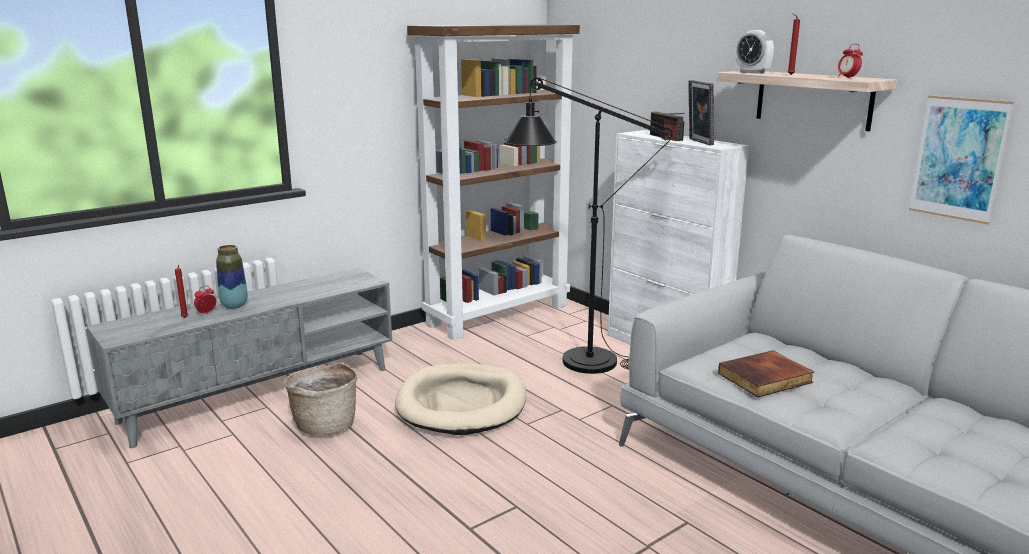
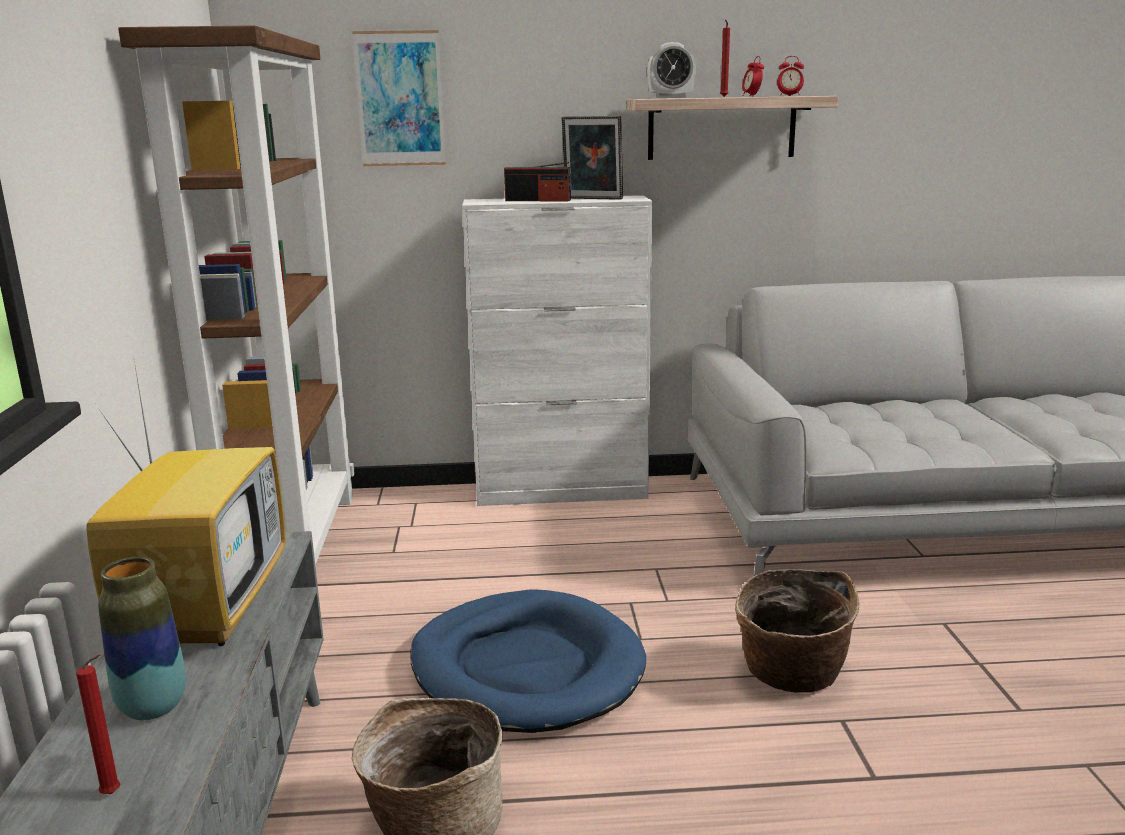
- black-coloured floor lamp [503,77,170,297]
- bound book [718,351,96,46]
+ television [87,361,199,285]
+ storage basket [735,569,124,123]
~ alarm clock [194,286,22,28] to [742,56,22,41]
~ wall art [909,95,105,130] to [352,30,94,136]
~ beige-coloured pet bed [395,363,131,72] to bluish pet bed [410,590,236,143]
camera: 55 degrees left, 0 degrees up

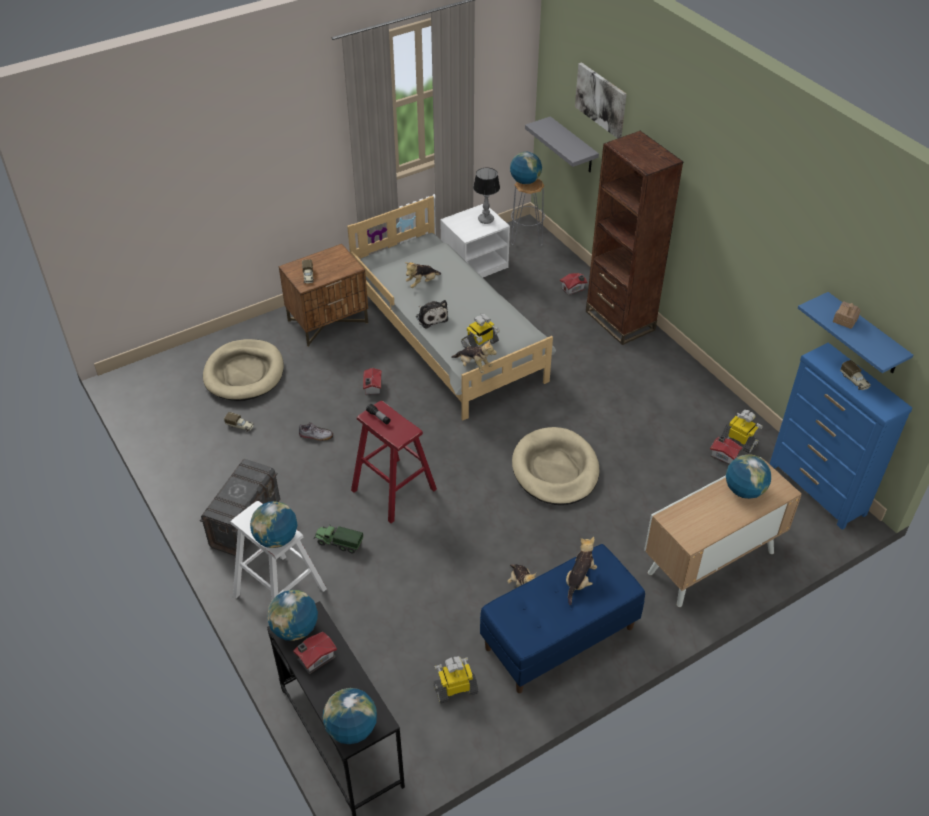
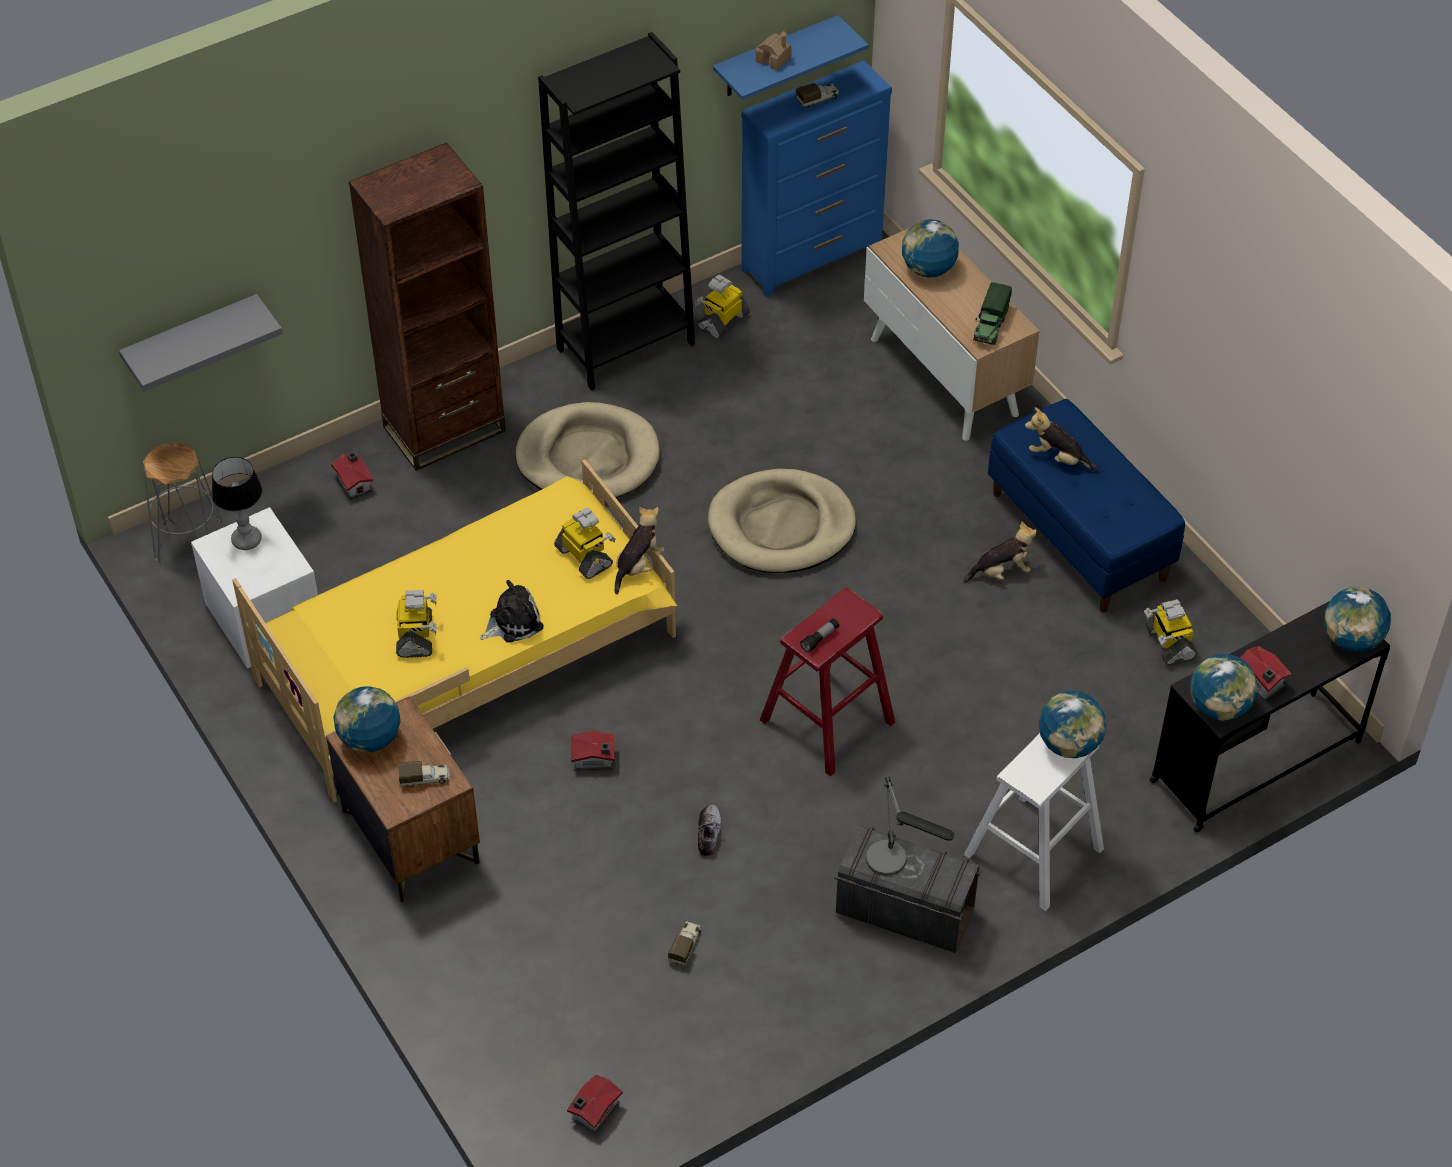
- wall art [575,63,52,76]
+ black-coloured bookcase [538,32,157,359]
+ lamp for a table [866,777,88,99]
~ beige-coloured pet bed [203,339,81,62] to [515,402,145,99]
~ model truck [314,524,49,30] to [973,282,39,63]
~ desk globe [510,152,32,32] to [333,686,68,66]
~ toy house [710,435,33,30] to [567,1075,56,59]
~ plush toy [405,262,36,26] to robot figure [396,590,41,68]
~ grey sleeping bed [347,196,209,224] to yellow-coloured sleeping bed [232,460,445,343]
camera: 90 degrees left, 5 degrees up

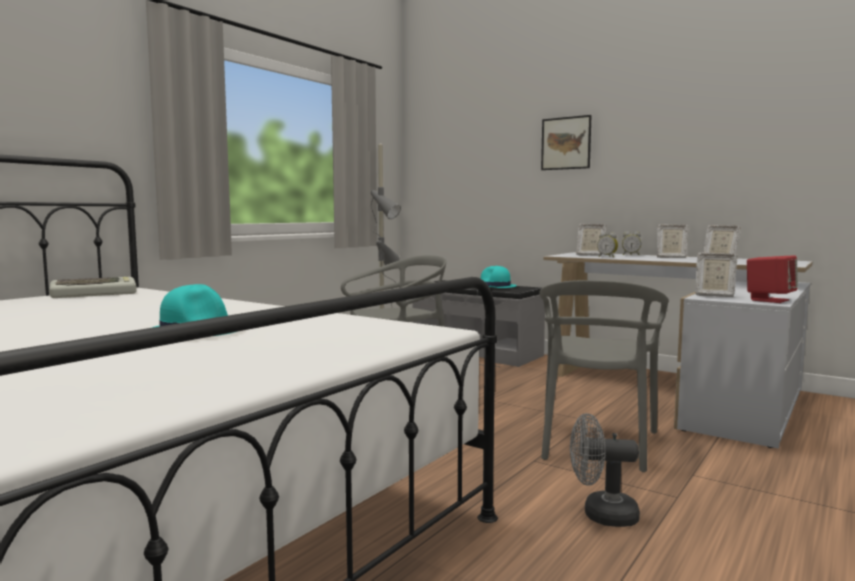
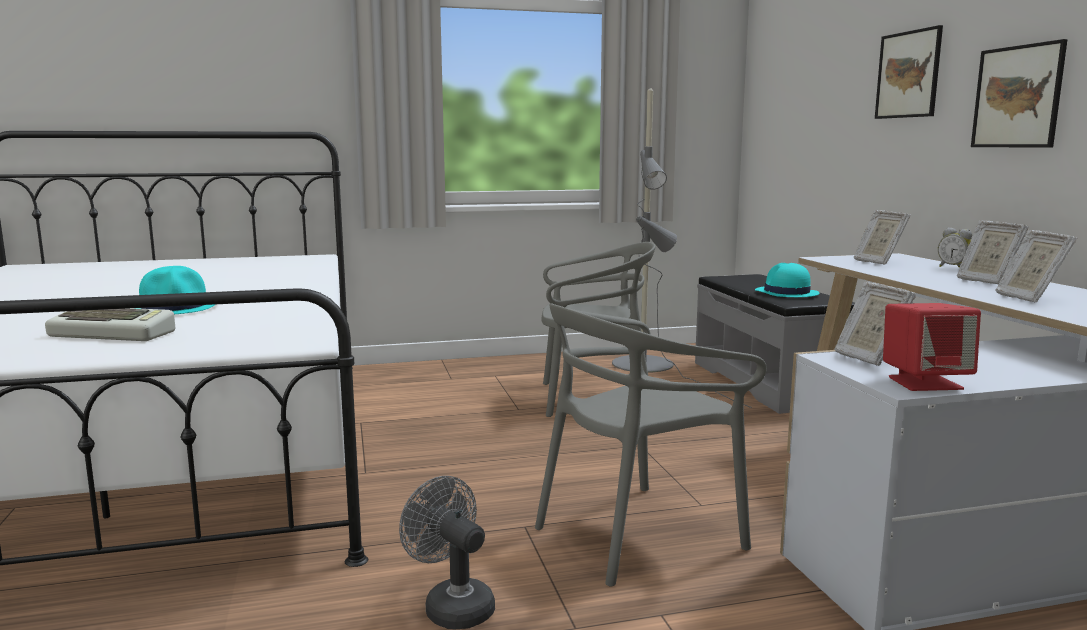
- alarm clock [597,232,21,26]
+ wall art [971,39,97,108]
~ keyboard [49,277,88,21] to [45,308,130,33]
camera: 40 degrees right, 5 degrees up

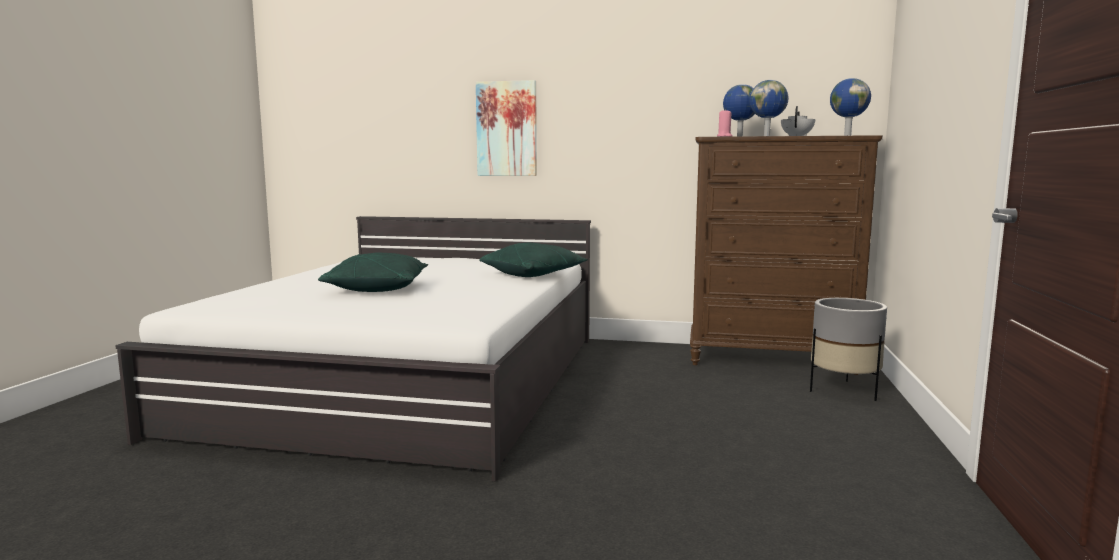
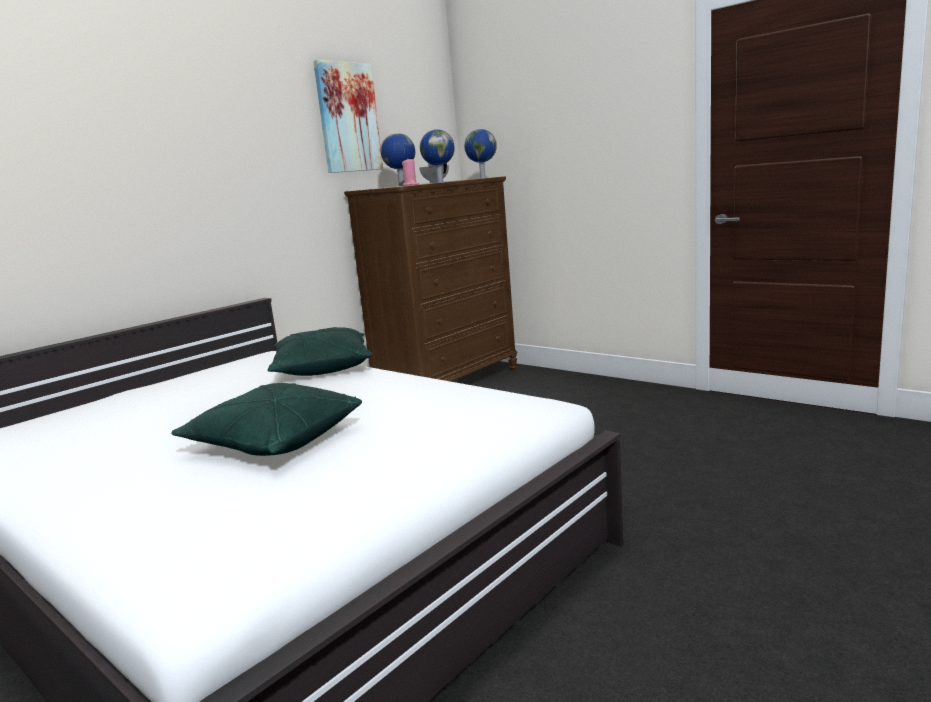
- grey planter [810,298,77,103]
~ wall art [476,80,61,96] to [313,60,70,113]
camera: 60 degrees left, 5 degrees up

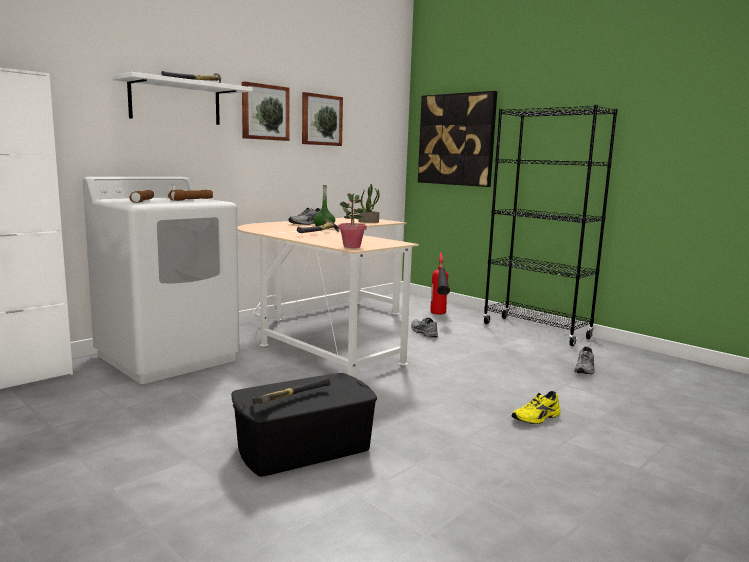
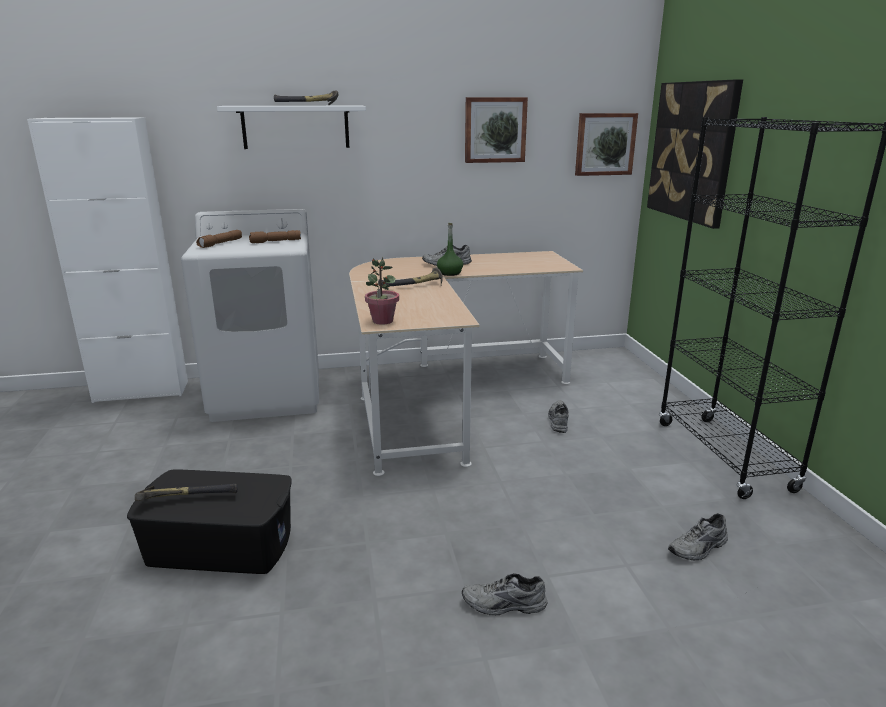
- houseplant [359,184,21,39]
- fire-fighting cylinder [430,253,20,62]
~ wall art [242,81,48,60] to [575,113,63,63]
~ yellow-coloured item of footwear [512,391,49,33] to grey item of footwear [462,573,86,42]
camera: 35 degrees right, 10 degrees up

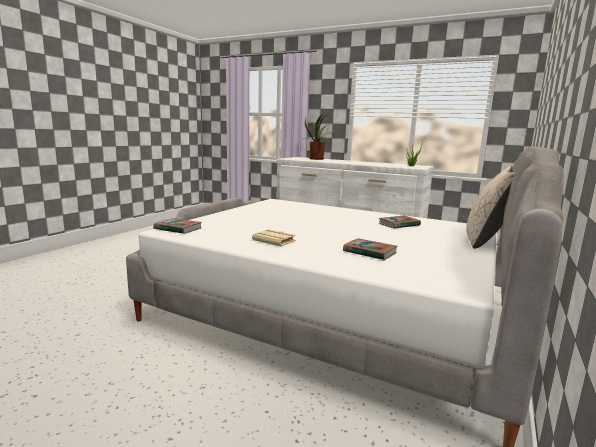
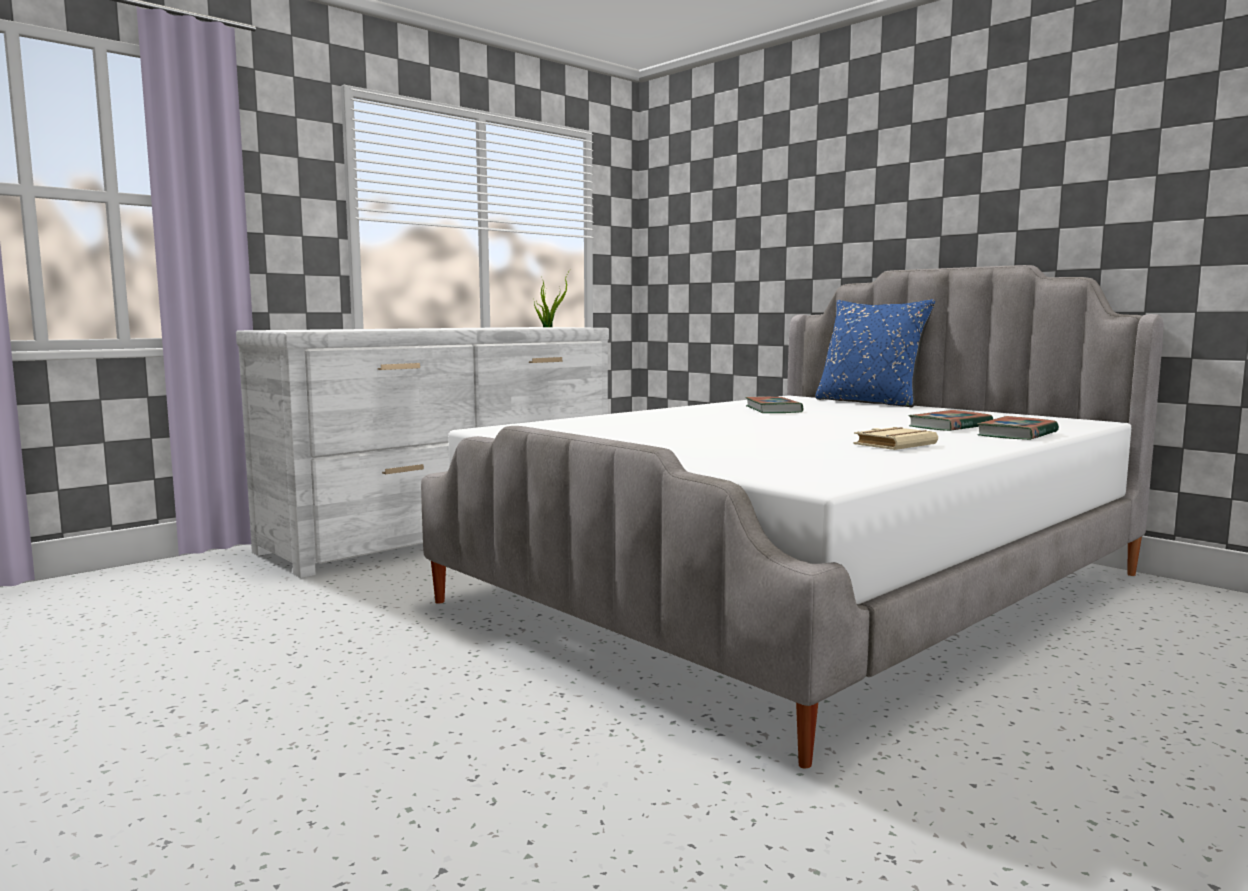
- houseplant [305,114,30,46]
~ bound book [153,218,49,16] to [977,416,82,24]
~ beige-coloured throw pillow [466,166,49,83] to bluish throw pillow [815,299,120,108]
camera: 70 degrees left, 5 degrees down

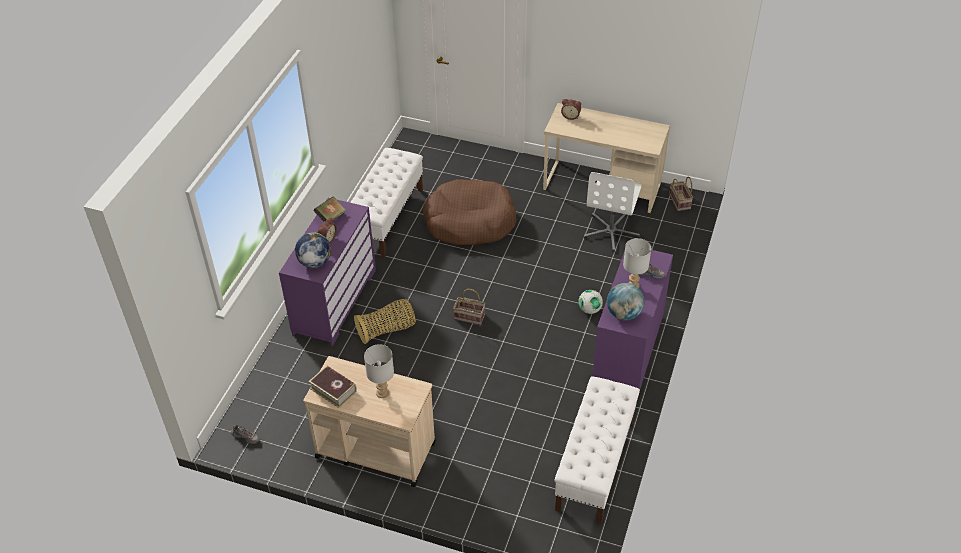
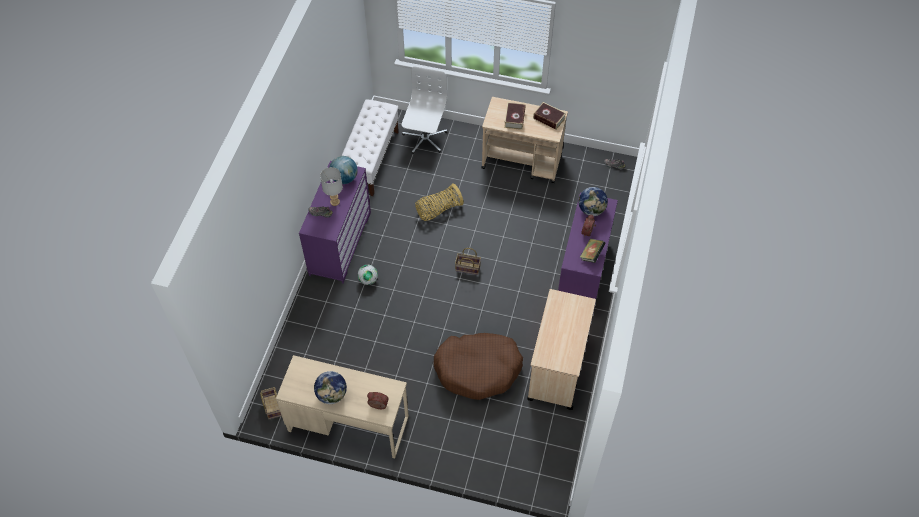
+ desk globe [314,371,33,33]
~ storage basket [354,299,62,45] to [415,183,49,38]
~ white desk chair [584,172,58,80] to [402,66,46,88]
~ white bench [350,148,73,110] to beige-coloured cart [527,289,69,121]
~ grey lamp for a table [364,344,30,54] to bound book [504,102,22,28]
camera: 175 degrees right, 10 degrees up

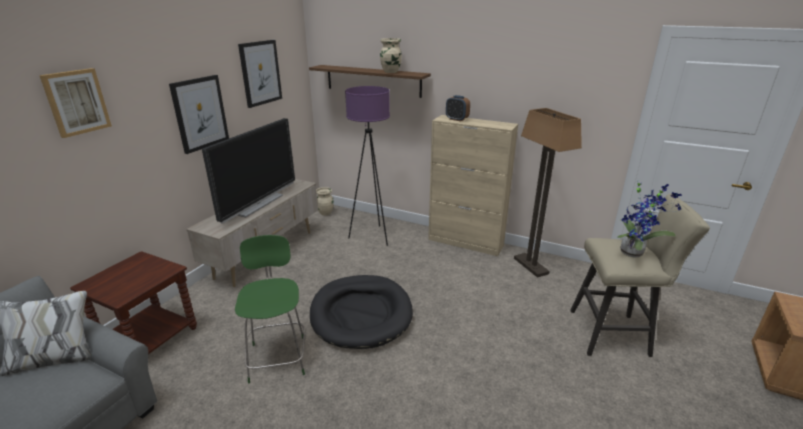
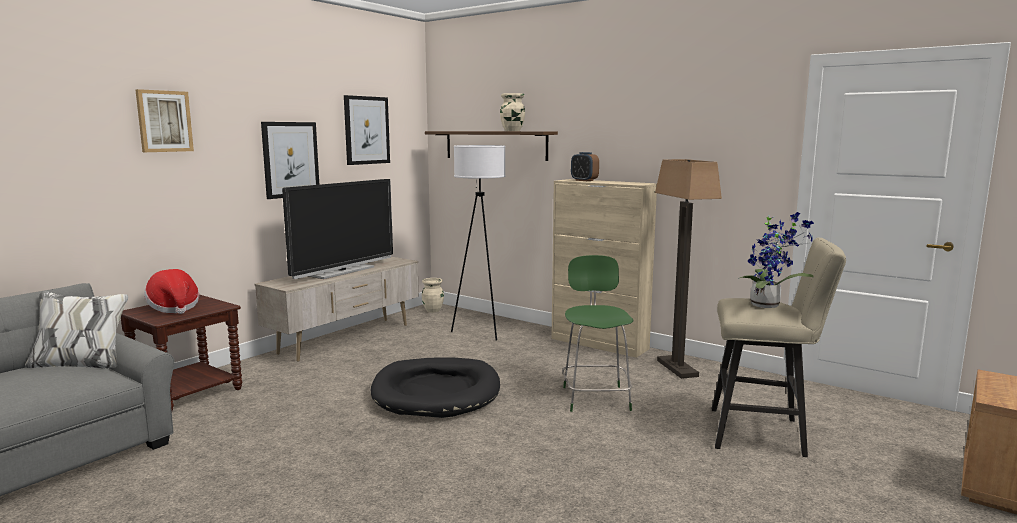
+ wearable hat [144,269,55,45]
~ green-coloured stool [235,235,70,149] to [562,255,72,157]
~ purple-coloured floor lamp [345,86,45,160] to white floor lamp [451,145,54,196]
camera: 10 degrees right, 15 degrees down

